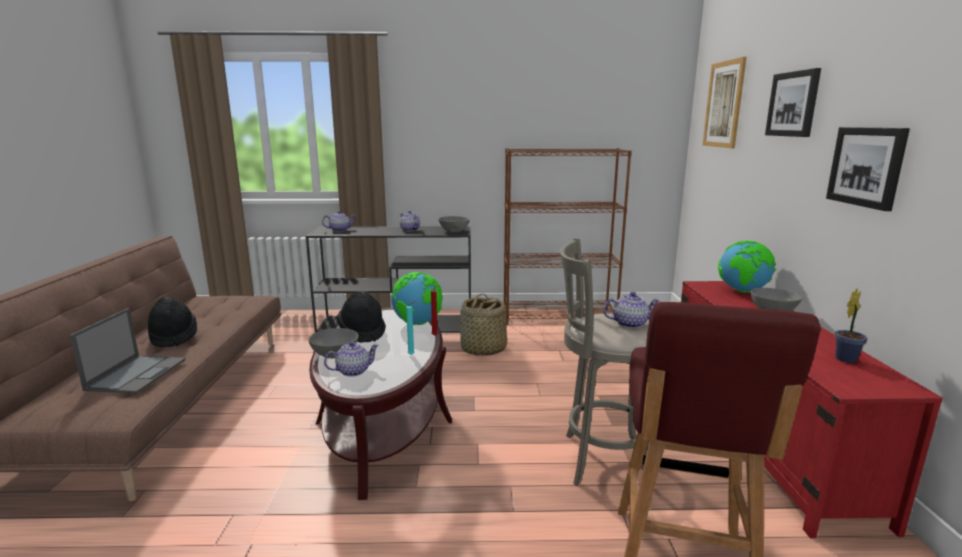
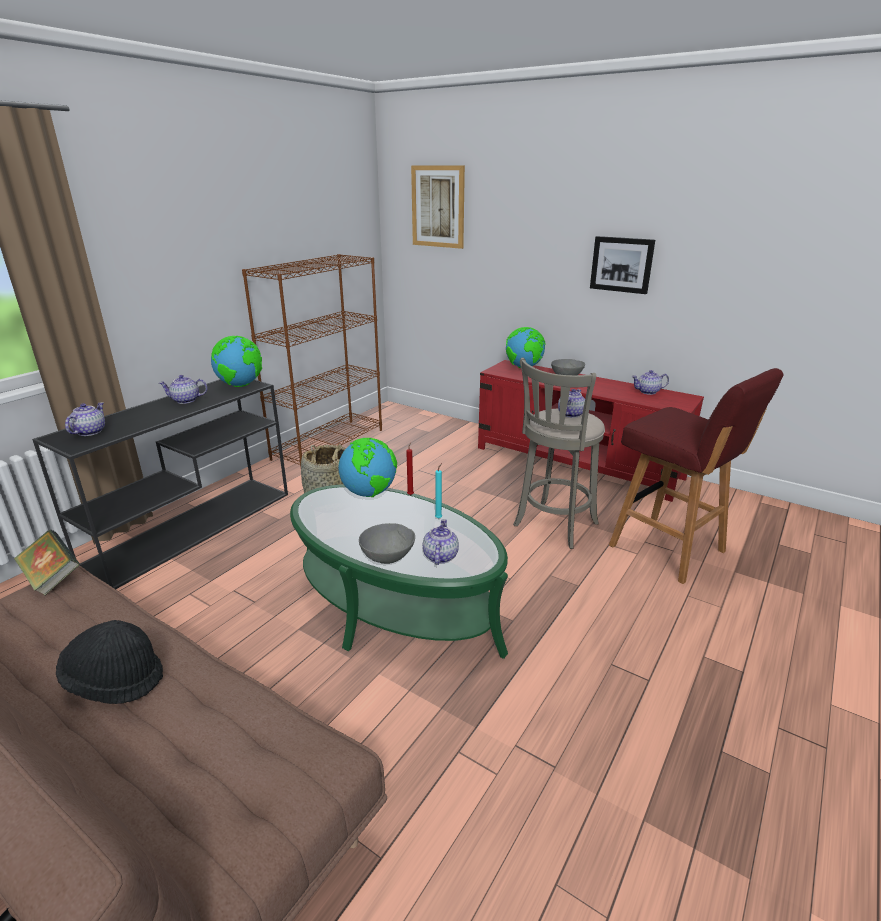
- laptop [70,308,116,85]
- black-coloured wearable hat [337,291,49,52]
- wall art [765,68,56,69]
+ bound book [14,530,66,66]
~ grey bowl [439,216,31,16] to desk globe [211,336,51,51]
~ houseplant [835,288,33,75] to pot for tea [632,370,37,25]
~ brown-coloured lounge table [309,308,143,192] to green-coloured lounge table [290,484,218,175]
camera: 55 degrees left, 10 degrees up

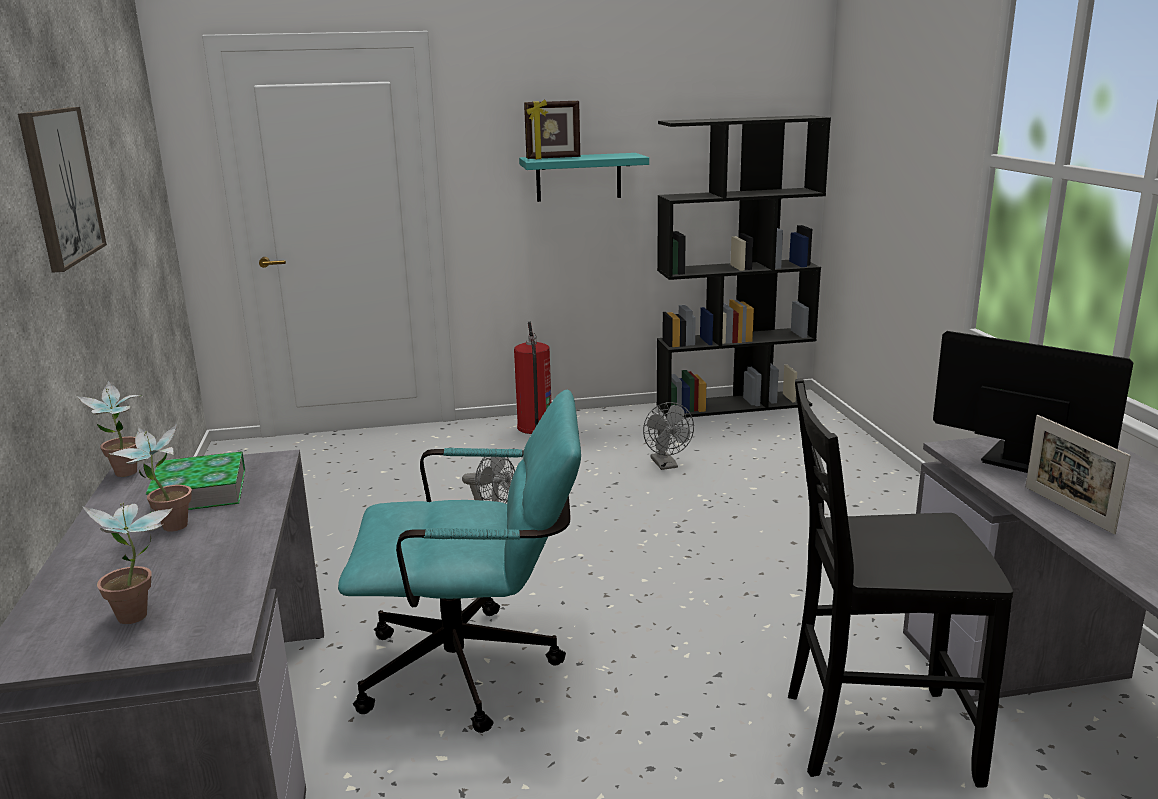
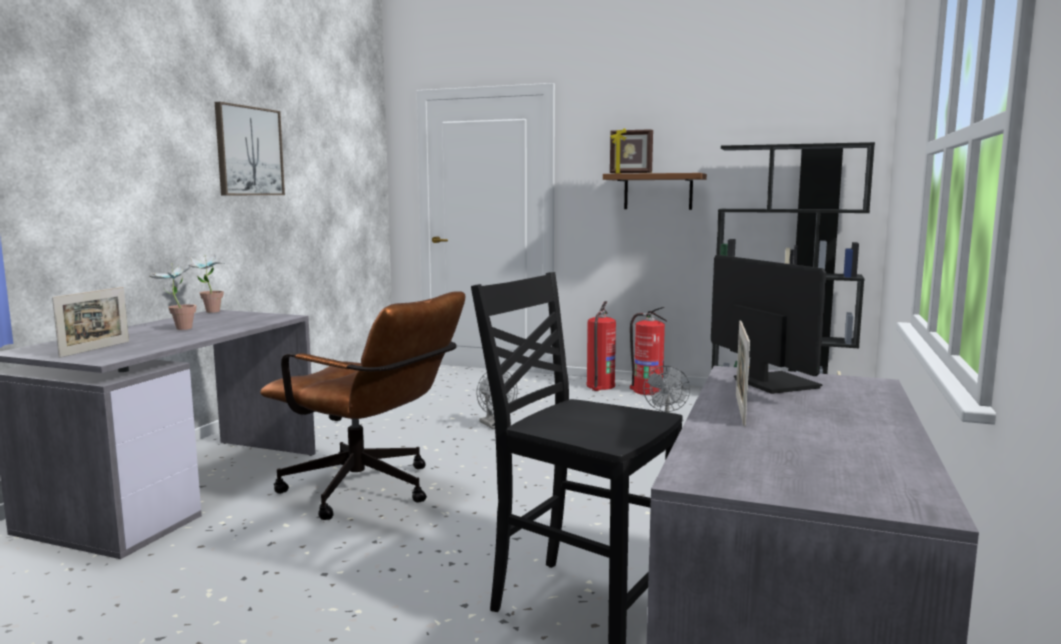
- bound book [146,451,99,62]
+ fire-fighting cylinder [630,307,37,88]
~ houseplant [82,502,90,122] to picture frame [52,287,77,71]
~ turquoise-coloured desk chair [338,389,243,344] to brown-coloured desk chair [260,291,205,229]
~ turquoise-coloured shelf [519,153,130,49] to brown-coloured shelf [603,173,104,37]
camera: 30 degrees right, 10 degrees down

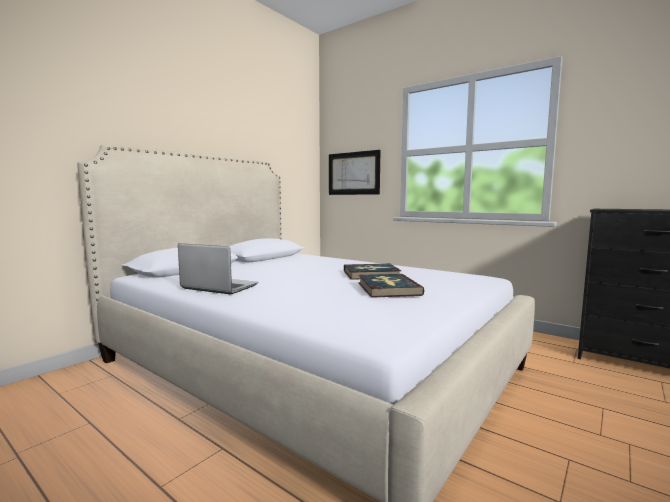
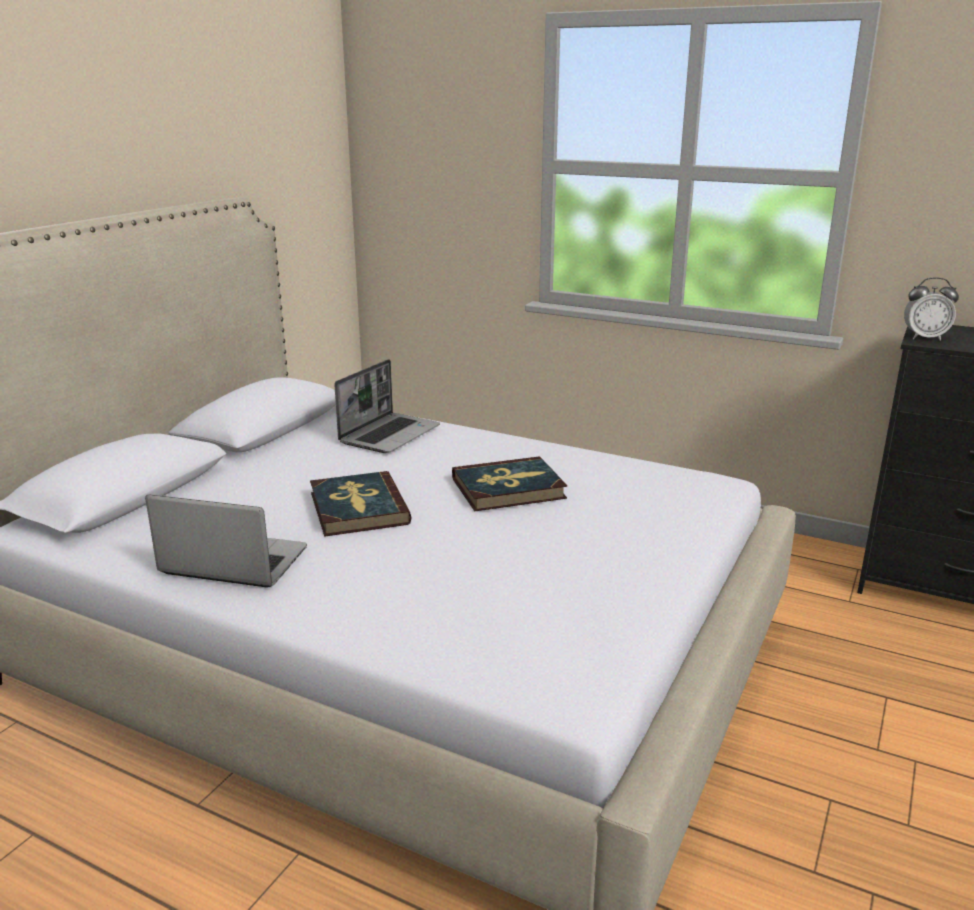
- wall art [329,150,51,45]
+ laptop [334,359,106,94]
+ alarm clock [904,277,55,64]
~ bound book [358,274,66,24] to [310,471,102,66]
camera: 10 degrees left, 15 degrees up

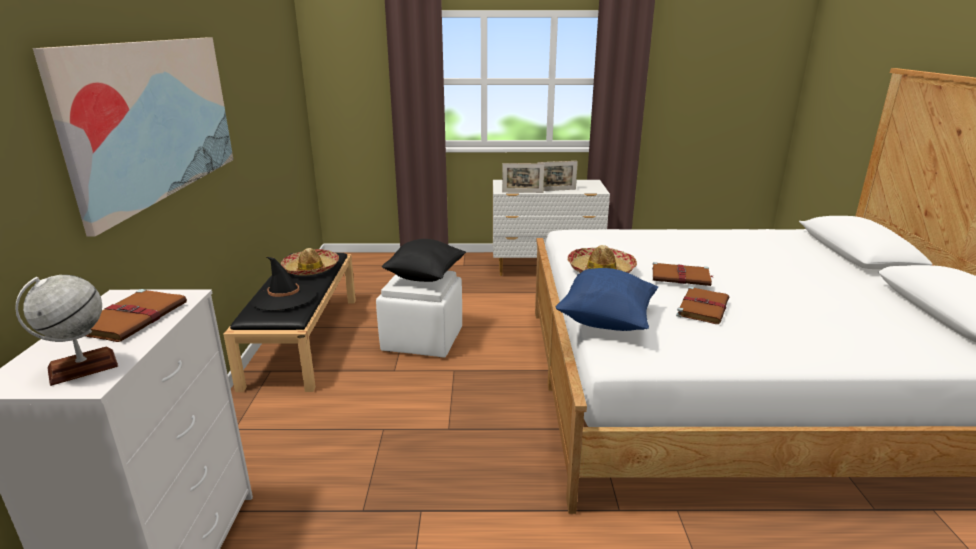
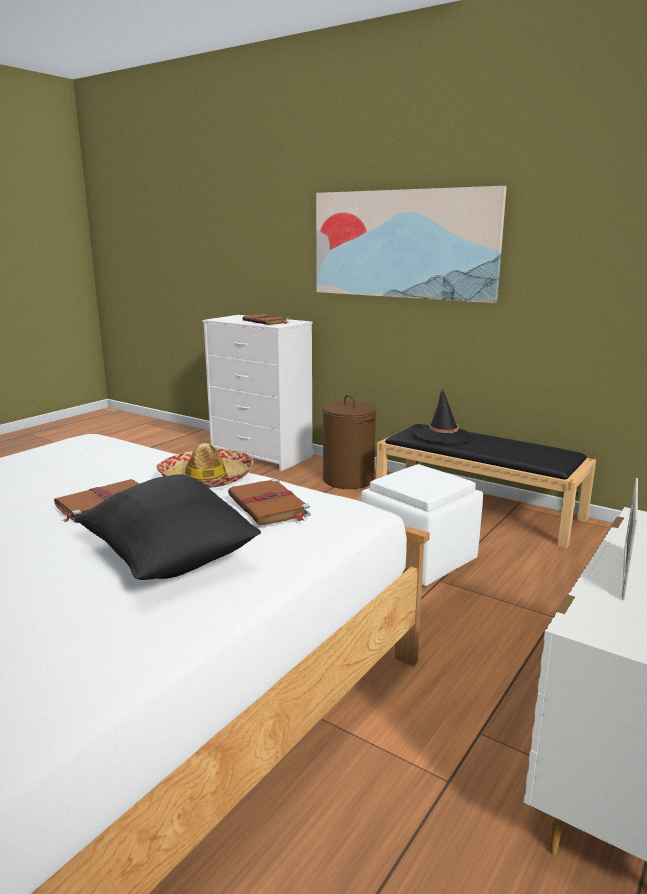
- desk globe [15,275,103,111]
- wearable hat [281,248,58,28]
- picture frame [502,163,42,30]
- bluish throw pillow [556,268,102,63]
+ brown-coloured washing basket [323,395,53,94]
~ black-coloured throw pillow [382,239,84,43] to [75,475,186,105]
~ brown-coloured bound book [676,287,53,37] to [228,479,83,46]
camera: 125 degrees right, 5 degrees down

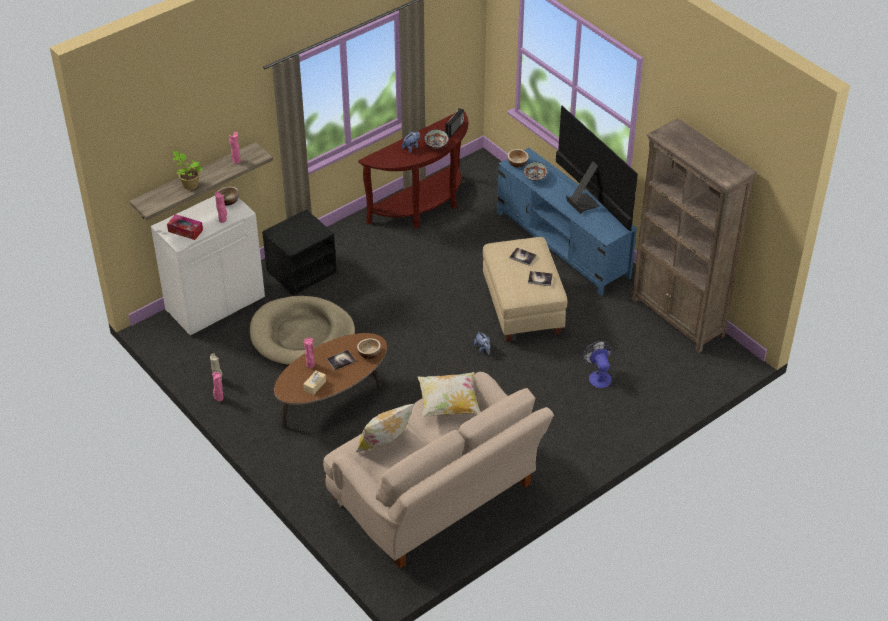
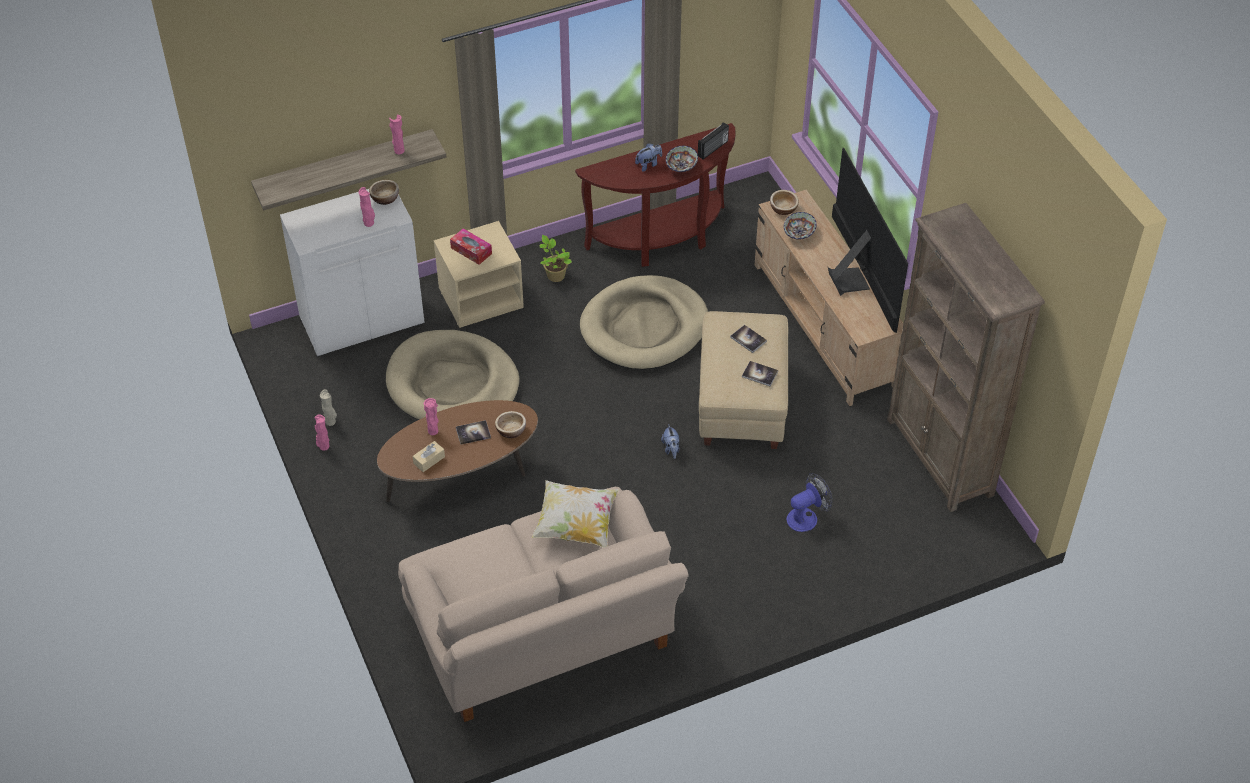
- throw pillow [355,403,60,50]
+ beige-coloured pet bed [580,275,128,95]
~ tissue box [167,214,36,26] to [450,228,42,37]
~ houseplant [173,151,30,39] to [539,235,33,47]
~ black-coloured night table [262,209,75,86] to beige-coloured night table [434,221,90,107]
~ bluish tv stand [497,148,140,148] to beige-coloured tv stand [755,190,149,216]
~ electric fan [583,341,29,47] = [786,473,47,59] 60 degrees clockwise
camera: 15 degrees right, 5 degrees up

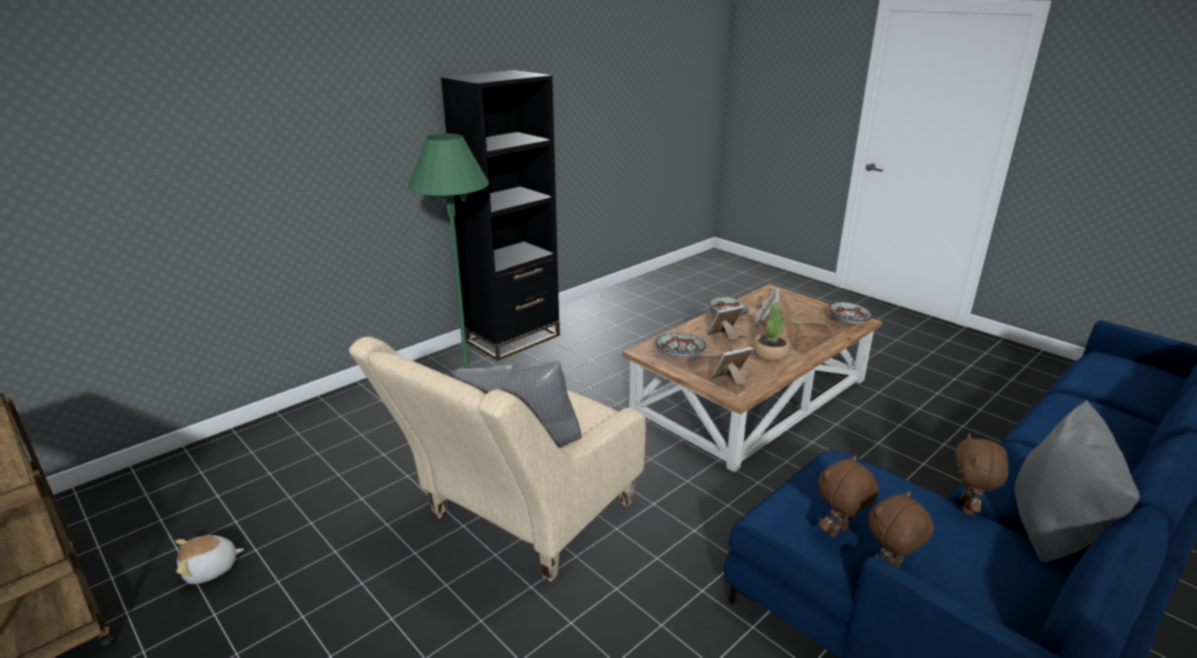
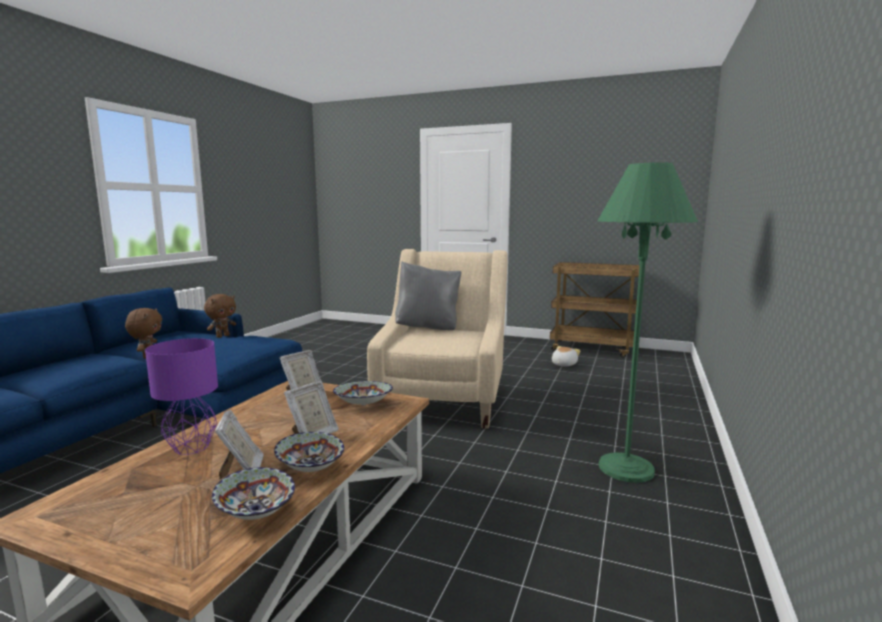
- black-coloured bookcase [441,70,119,291]
- houseplant [752,303,38,58]
- brown-coloured plush toy [818,455,61,83]
- grey throw pillow [1014,400,126,162]
+ purple-coloured lamp for a table [145,338,73,117]
~ bowl [829,302,43,22] to [212,467,83,53]
camera: 155 degrees right, 15 degrees down

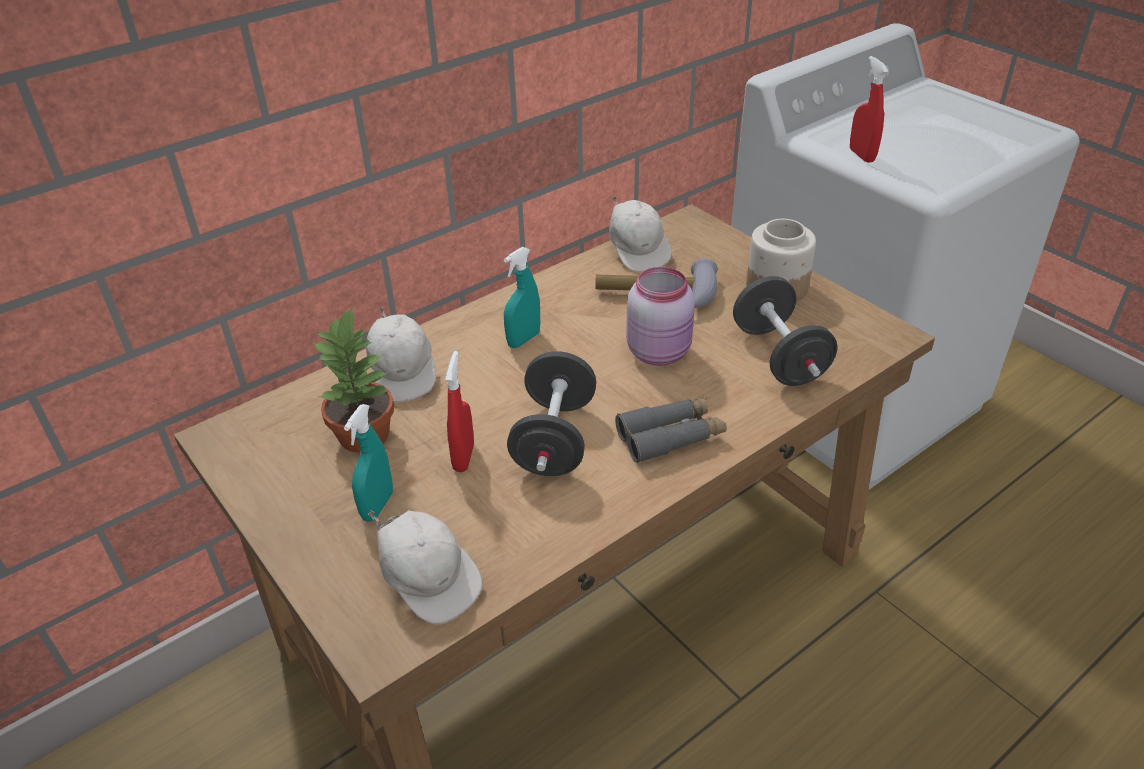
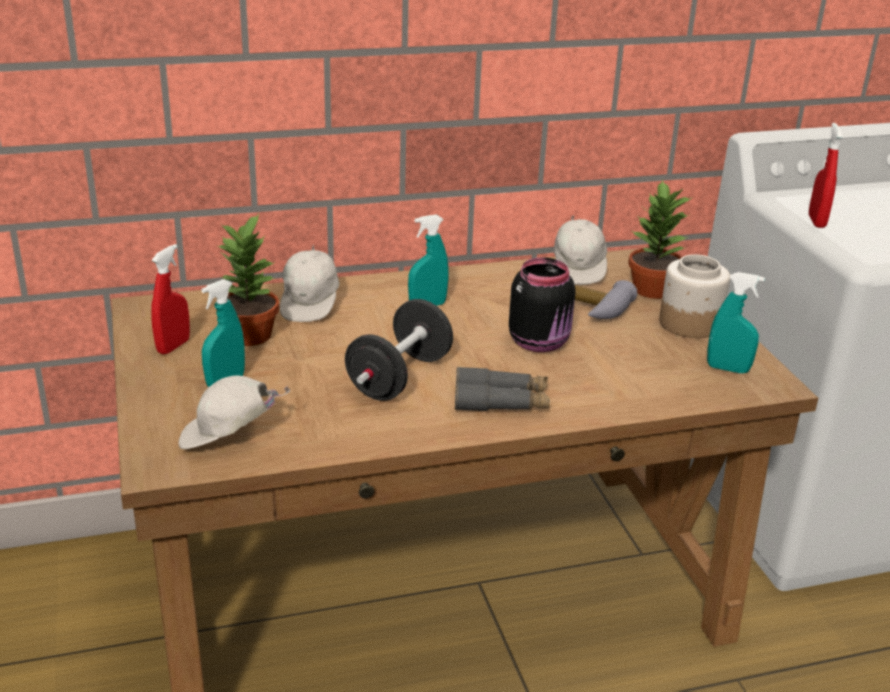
- black-coloured dumbbell [733,276,104,110]
+ houseplant [628,179,65,120]
+ turquoise-coloured sprayer [707,272,58,101]
~ red-coloured sprayer [445,351,29,121] to [151,244,39,111]
~ pink preserve jar [626,267,69,99] to black-coloured preserve jar [509,258,67,94]
~ white baseball cap [368,510,115,115] = [179,375,111,74] 105 degrees clockwise
camera: 20 degrees right, 10 degrees down

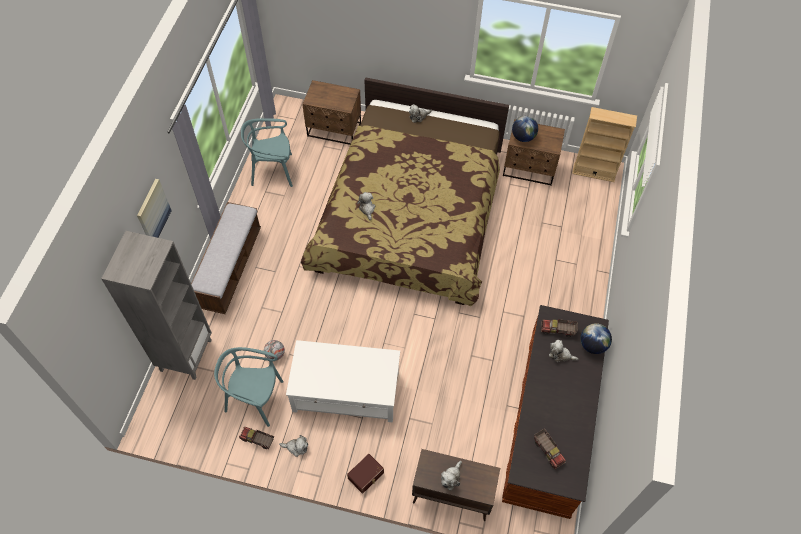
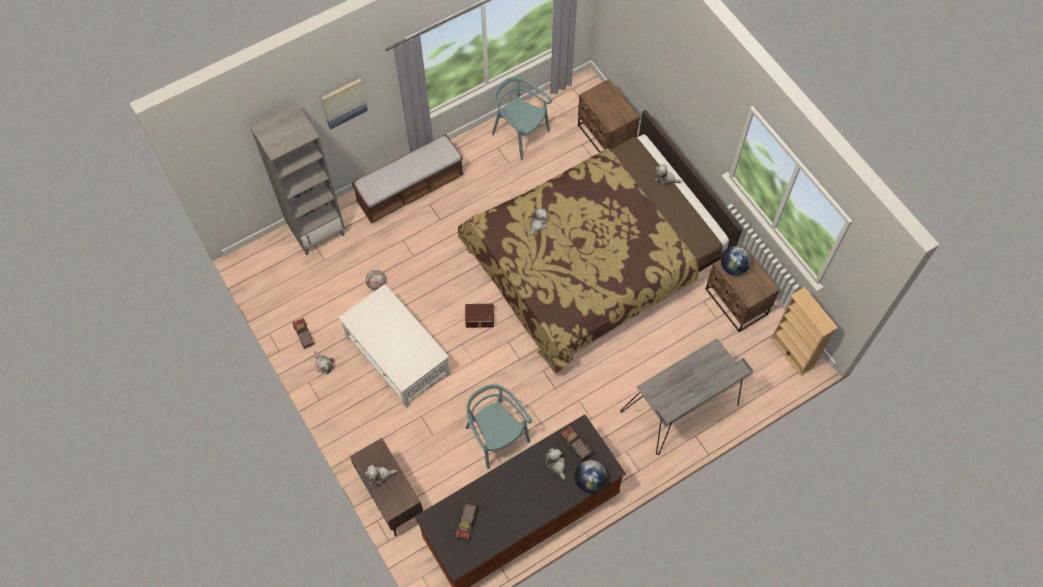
+ grey desk table [620,338,134,117]
~ turquoise-coloured plain chair [214,347,70,80] to [466,384,66,85]
~ brown-coloured storage box [347,454,37,40] to [465,304,29,24]
camera: 45 degrees right, 5 degrees up

